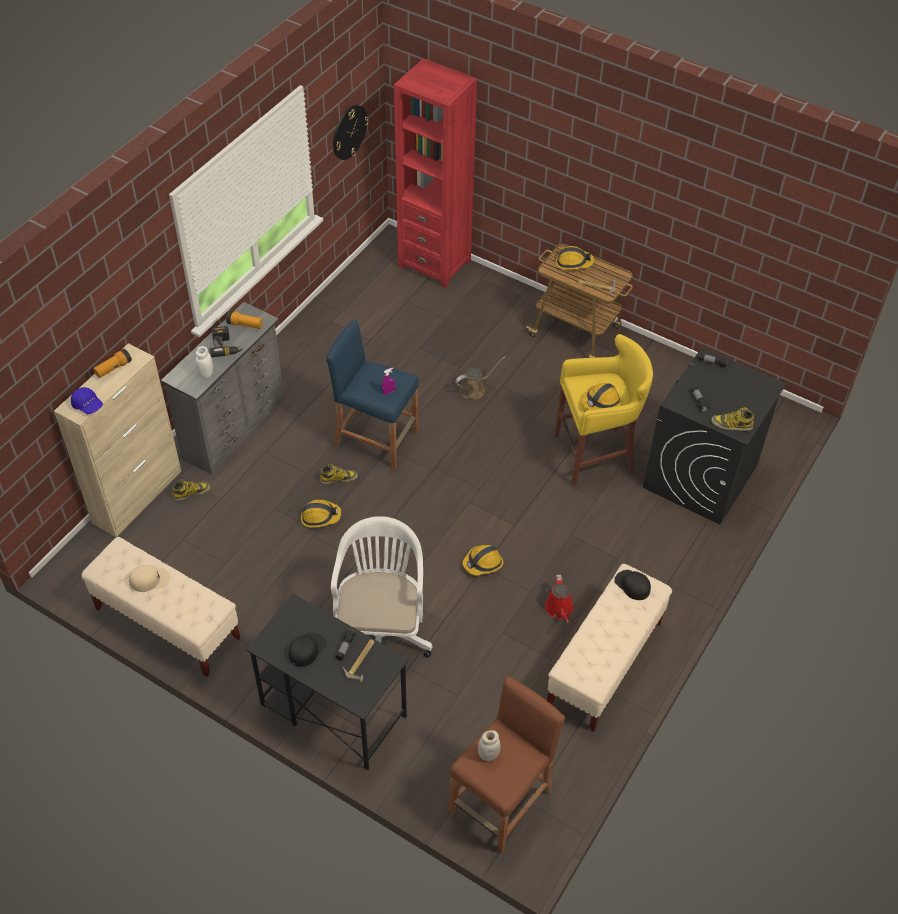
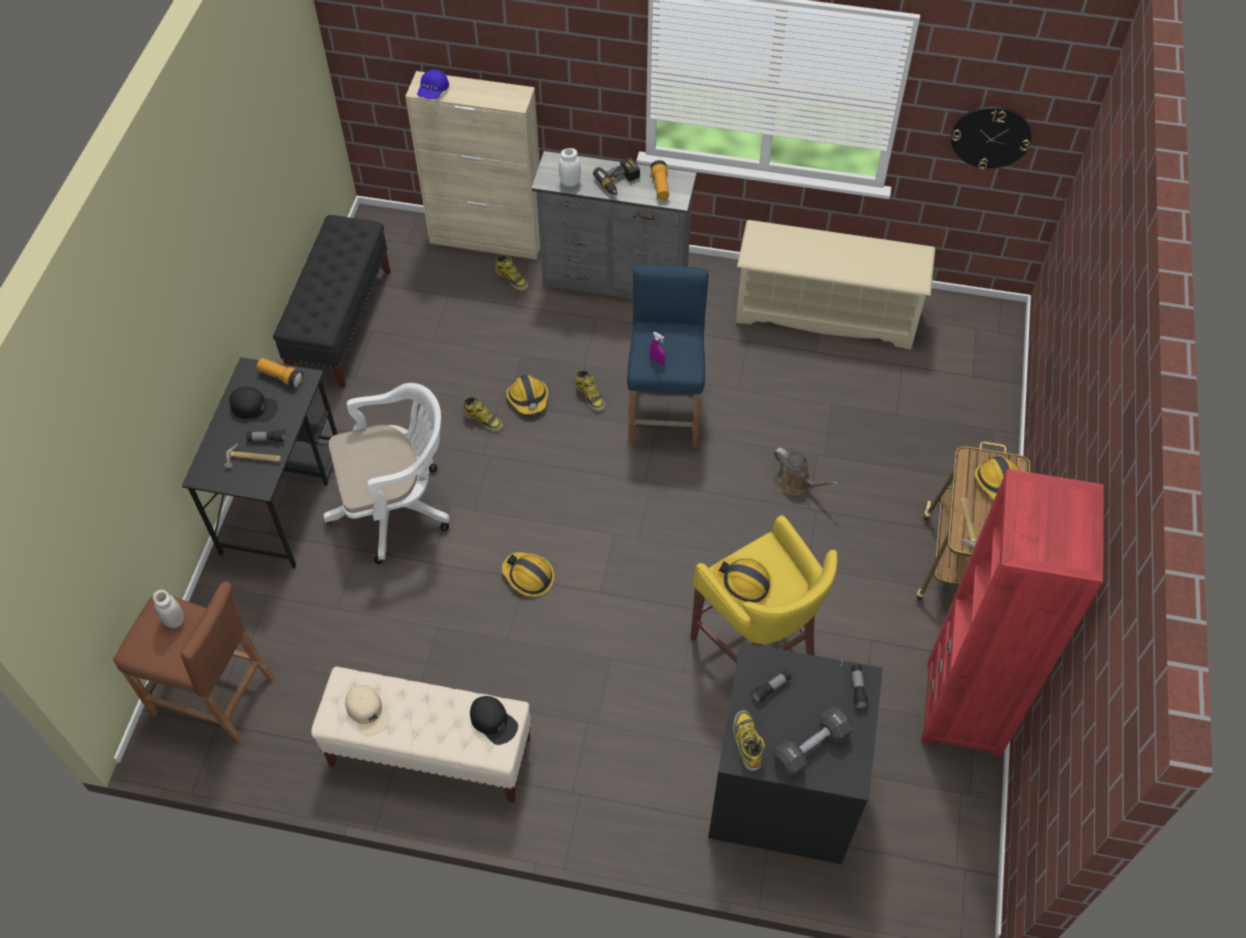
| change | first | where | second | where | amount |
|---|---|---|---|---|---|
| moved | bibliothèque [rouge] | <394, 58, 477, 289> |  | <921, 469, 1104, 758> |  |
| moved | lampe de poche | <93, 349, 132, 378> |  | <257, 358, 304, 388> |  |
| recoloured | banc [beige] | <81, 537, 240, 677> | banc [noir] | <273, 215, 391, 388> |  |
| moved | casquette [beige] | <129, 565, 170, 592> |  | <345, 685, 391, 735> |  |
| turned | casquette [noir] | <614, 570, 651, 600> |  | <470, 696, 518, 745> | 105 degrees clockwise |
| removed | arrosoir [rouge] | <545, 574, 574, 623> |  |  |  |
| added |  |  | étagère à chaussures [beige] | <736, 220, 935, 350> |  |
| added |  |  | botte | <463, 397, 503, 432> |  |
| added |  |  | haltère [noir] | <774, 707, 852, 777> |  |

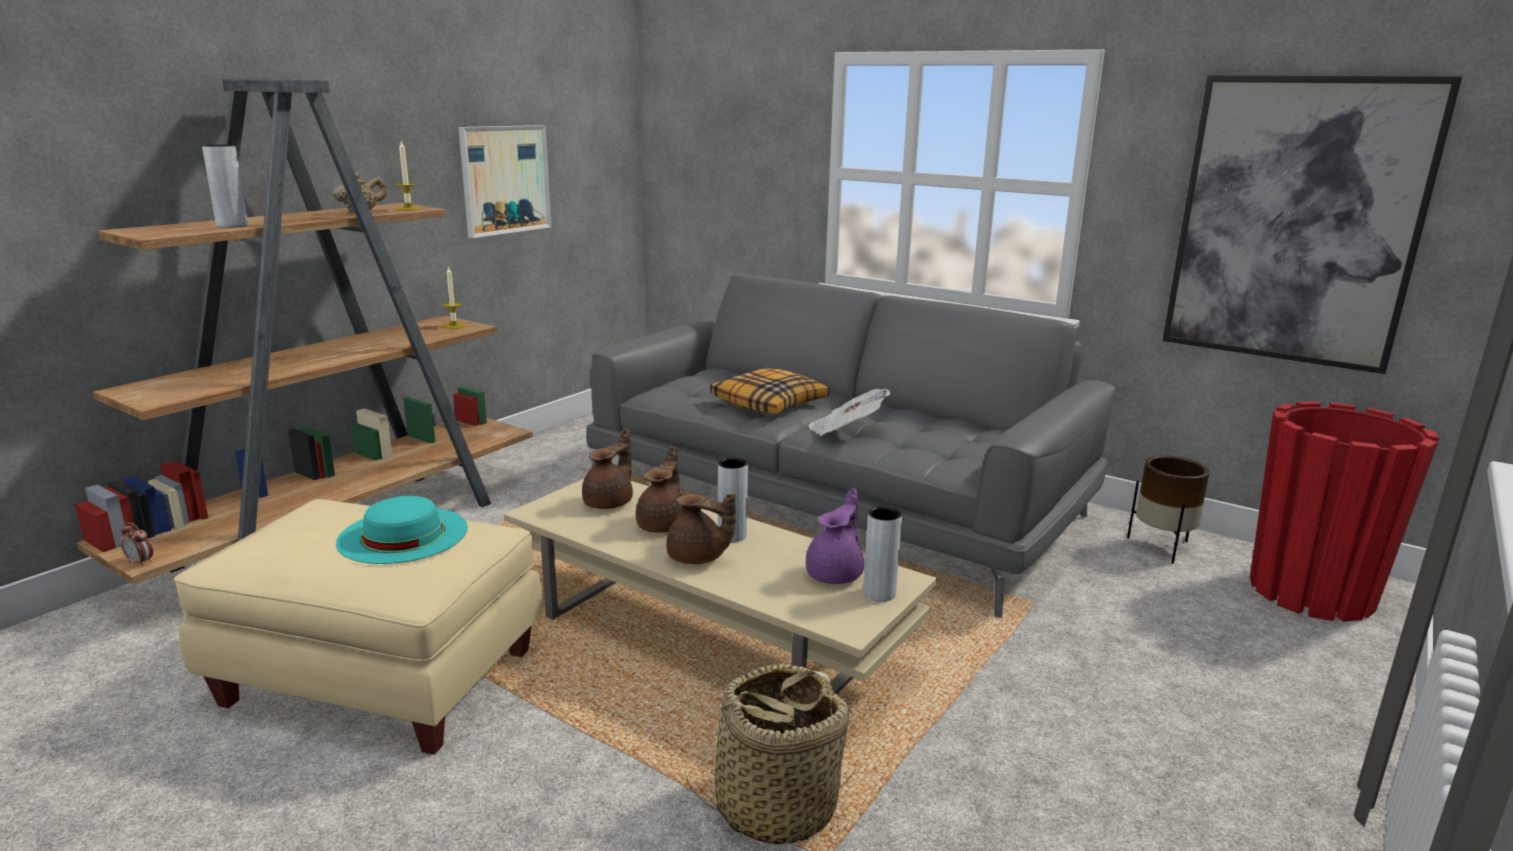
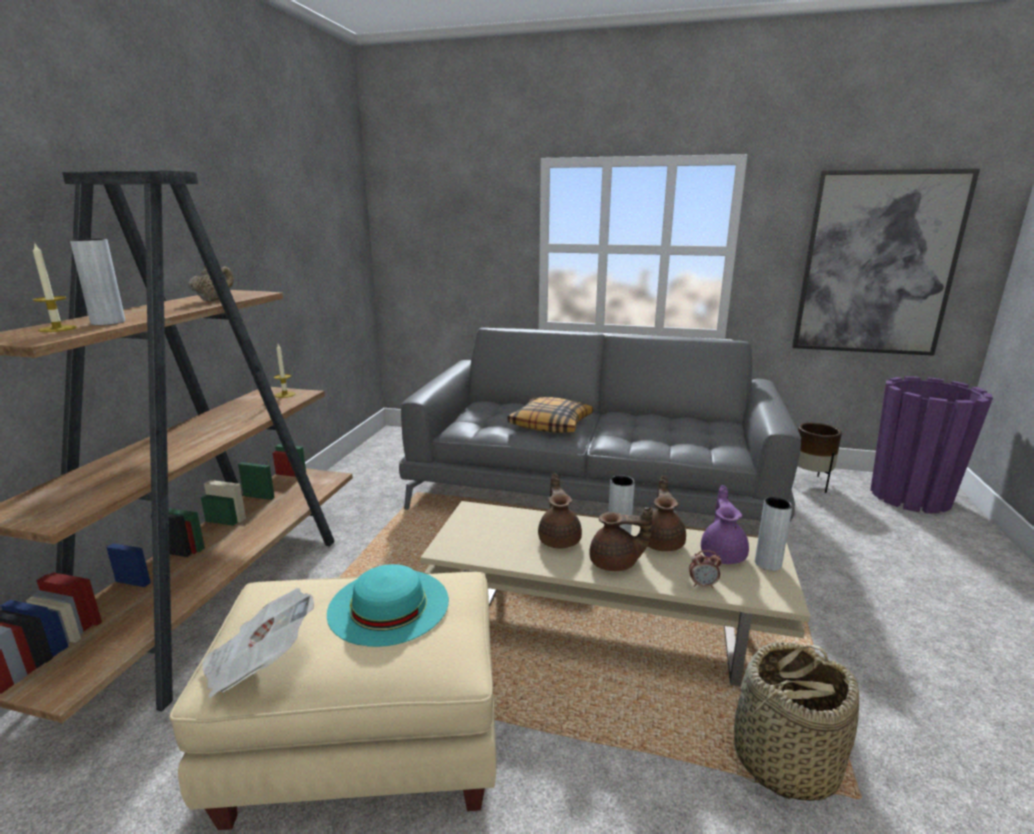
| change | first | where | second | where | amount |
|---|---|---|---|---|---|
| removed | tableau | <458, 125, 551, 238> |  |  |  |
| moved | bougie | <395, 141, 422, 210> |  | <33, 244, 77, 332> |  |
| moved | journal | <808, 388, 890, 436> |  | <202, 588, 314, 698> |  |
| recoloured | cache-pot [rouge] | <1250, 401, 1439, 622> | cache-pot [violet] | <871, 376, 993, 513> |  |
| moved | théière [marron] | <582, 429, 633, 509> |  | <648, 476, 686, 552> |  |
| moved | réveil | <120, 522, 153, 567> |  | <689, 550, 722, 588> |  |

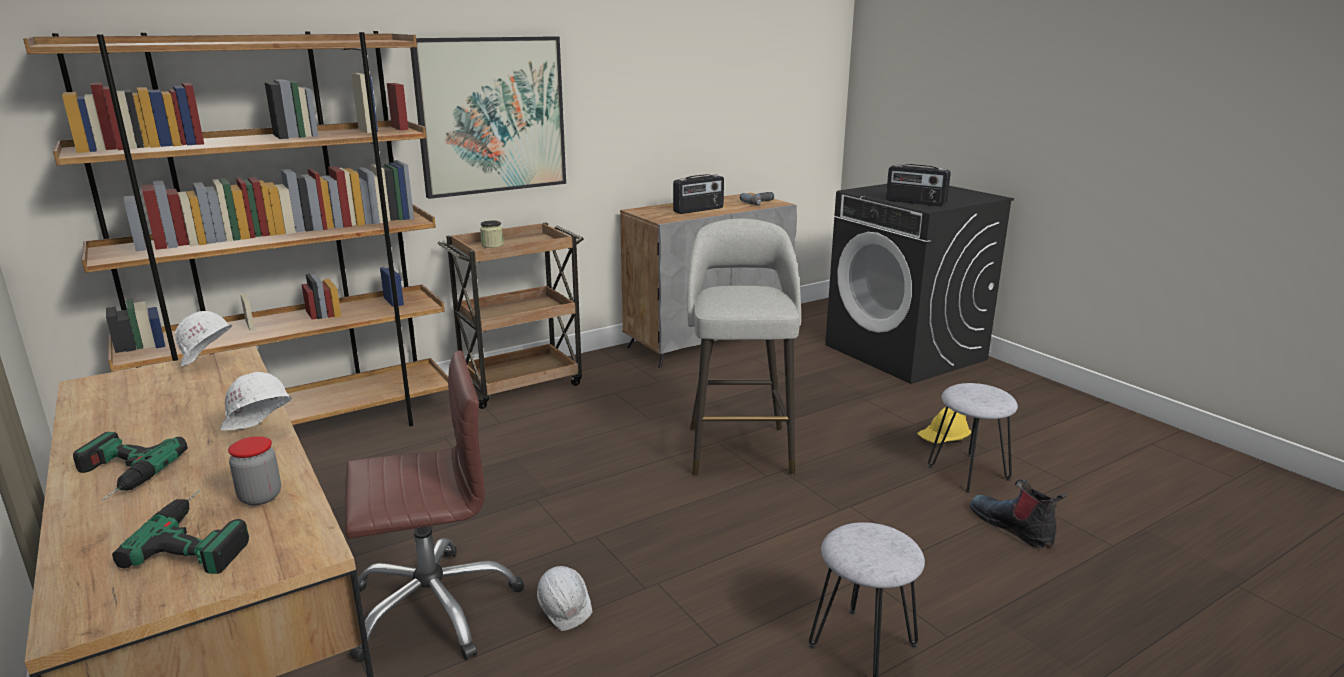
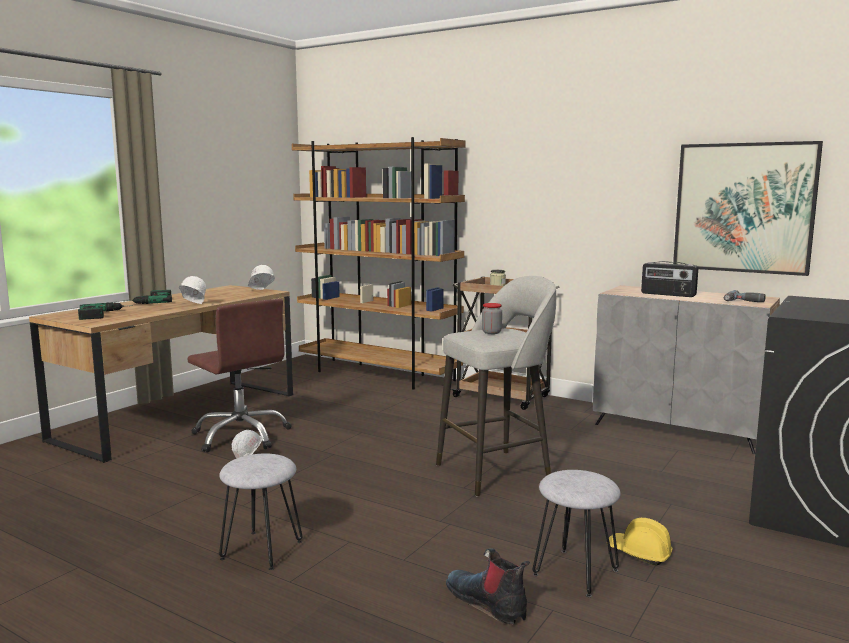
| change | first | where | second | where | amount |
|---|---|---|---|---|---|
| moved | tableau | <410, 36, 566, 199> |  | <673, 141, 823, 276> |  |
| removed | radio | <886, 164, 951, 206> |  |  |  |
| moved | bocal | <228, 436, 281, 505> |  | <482, 303, 502, 334> |  |
| turned | botte | <970, 479, 1067, 549> |  | <446, 548, 530, 624> | 75 degrees counterclockwise |

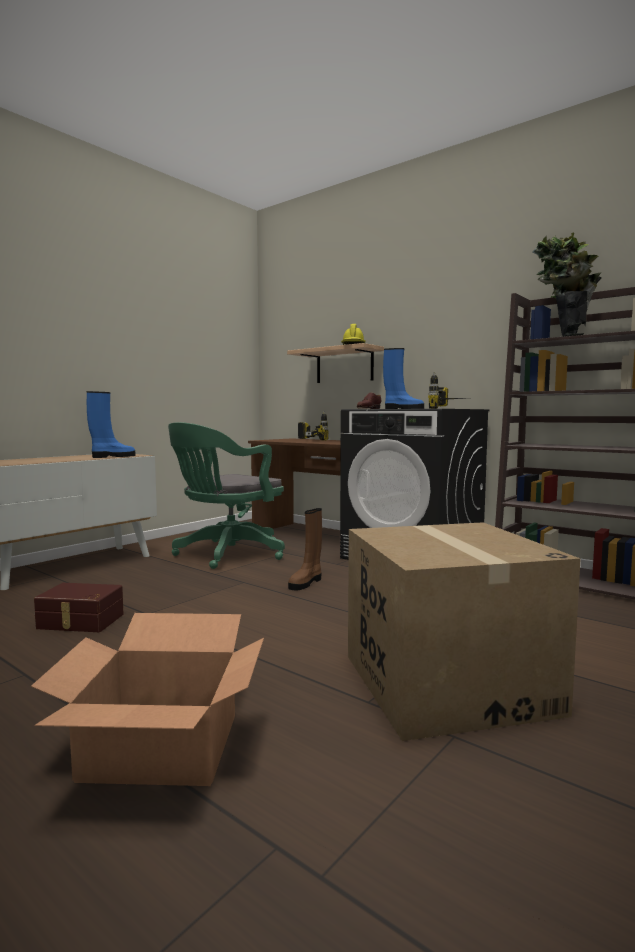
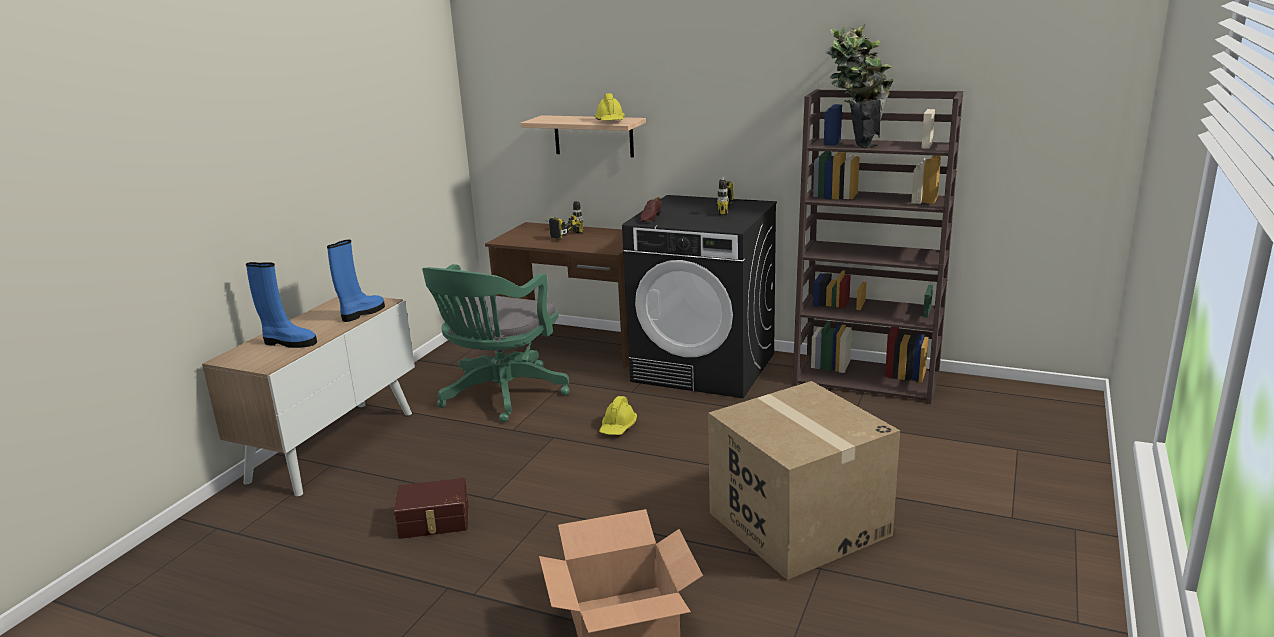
| change | first | where | second | where | amount |
|---|---|---|---|---|---|
| moved | botte [bleu] | <383, 348, 424, 409> |  | <246, 262, 317, 348> |  |
| replaced | botte [marron] | <288, 508, 322, 591> | casque de chantier [jaune] | <599, 396, 637, 435> |  |

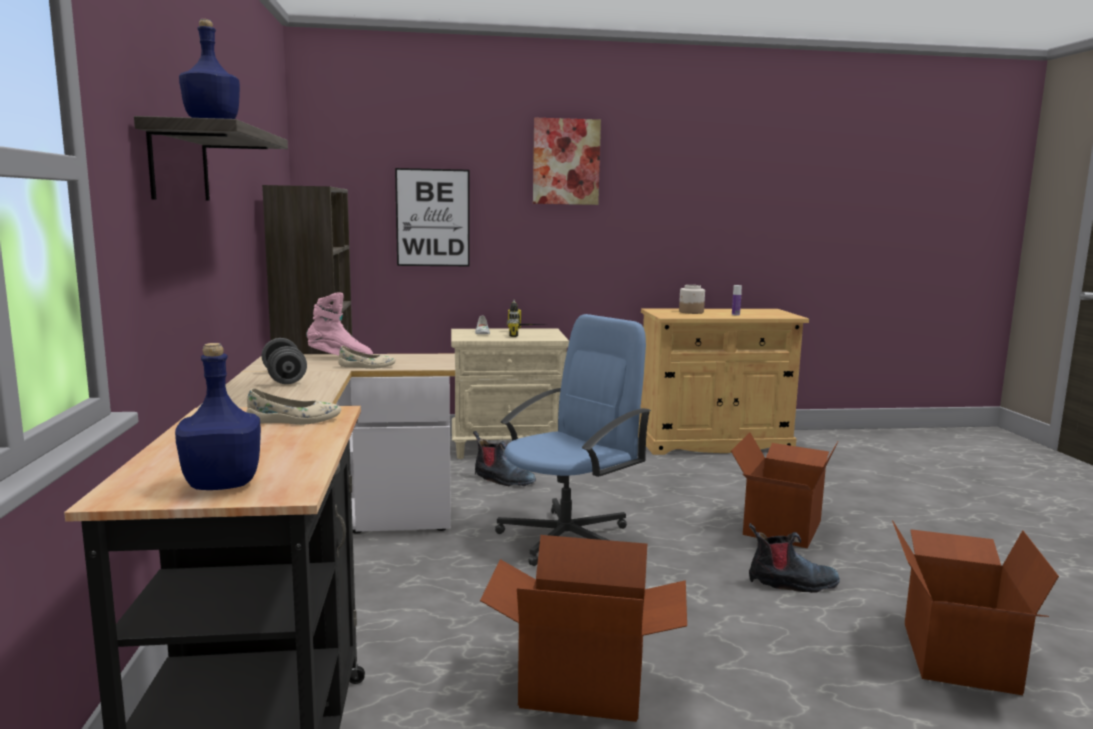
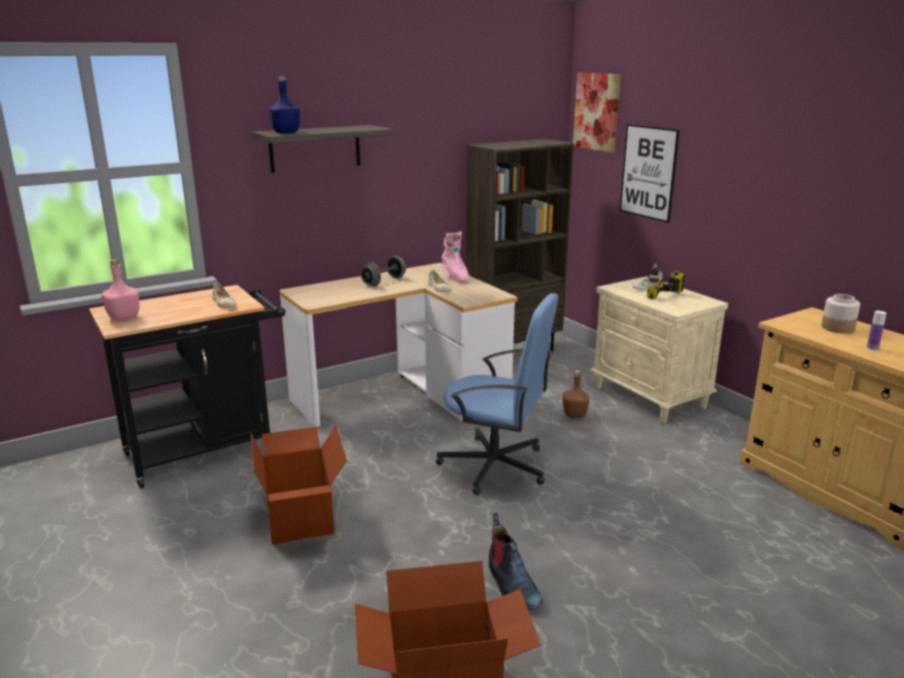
| change | first | where | second | where | amount |
|---|---|---|---|---|---|
| moved | tableau | <533, 118, 601, 205> |  | <573, 73, 621, 153> |  |
| recoloured | bouteille [bleu] | <175, 343, 261, 490> | bouteille [rose] | <101, 260, 139, 320> |  |
| replaced | botte | <473, 431, 536, 486> | bouteille [marron] | <563, 370, 589, 418> |  |
| removed | carton | <731, 432, 838, 548> |  |  |  |

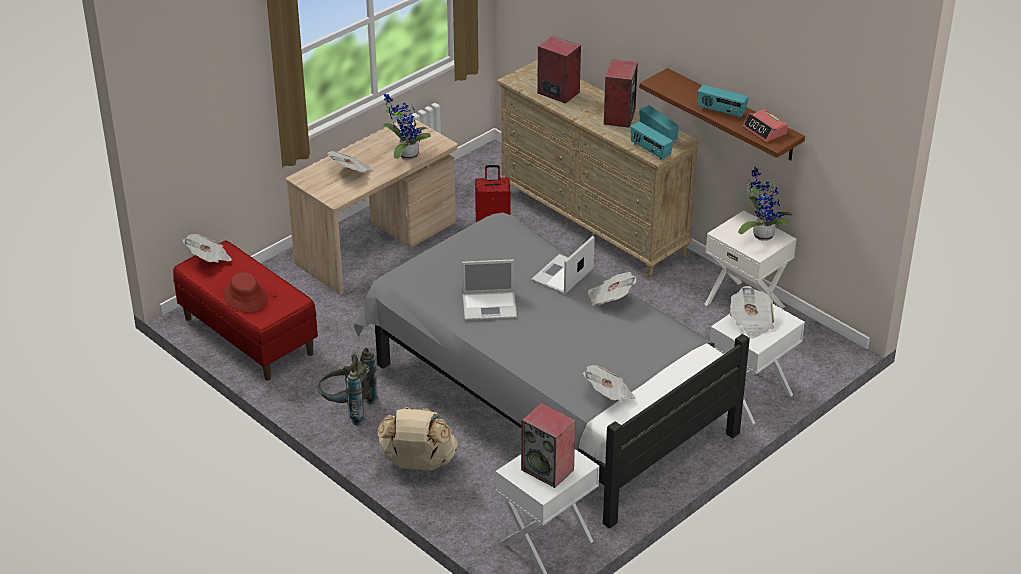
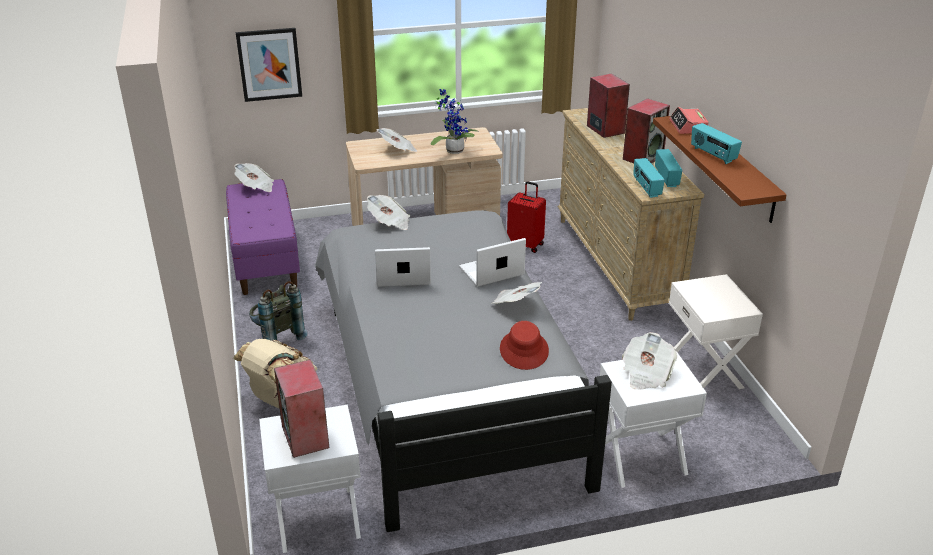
| change | first | where | second | where | amount |
|---|---|---|---|---|---|
| moved | réveil | <743, 109, 788, 142> |  | <669, 107, 709, 134> |  |
| removed | plante en pot | <738, 167, 792, 241> |  |  |  |
| recoloured | banc [rouge] | <173, 241, 318, 380> | banc [violet] | <226, 179, 300, 295> |  |
| turned | ordinateur portable | <462, 259, 517, 320> |  | <375, 247, 431, 287> | 150 degrees clockwise |
| moved | chapeau [rouge] | <223, 272, 267, 313> |  | <500, 321, 549, 370> |  |
| moved | journal | <583, 365, 635, 401> |  | <367, 195, 410, 230> |  |
| added |  |  | tableau | <236, 28, 302, 102> |  |

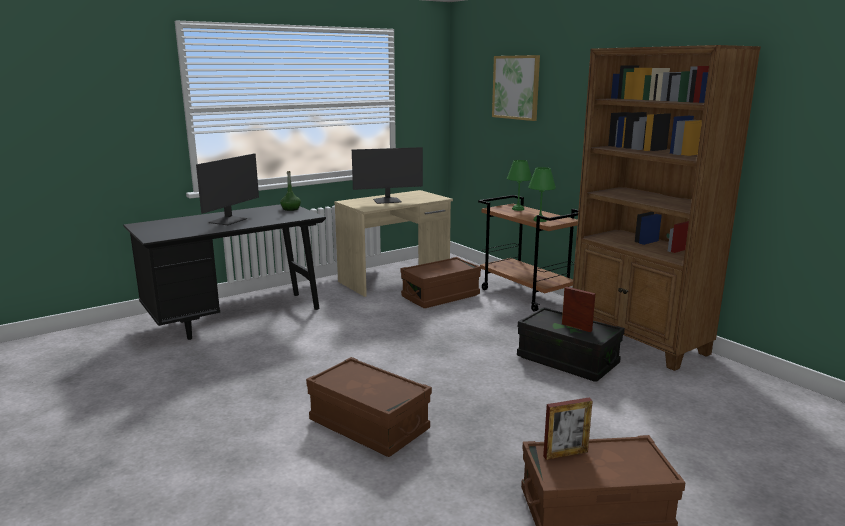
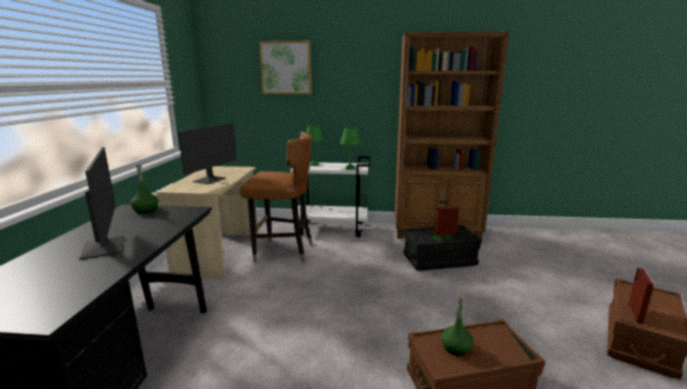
| change | first | where | second | where | amount |
|---|---|---|---|---|---|
| recoloured | chariot [marron] | <478, 195, 578, 312> | chariot [blanc] | <287, 156, 371, 238> |  |
| replaced | boîte de rangement [marron] | <400, 257, 481, 308> | chaise [marron] | <240, 132, 312, 263> |  |
| added |  |  | bouteille [vert] | <441, 296, 473, 356> |  |

